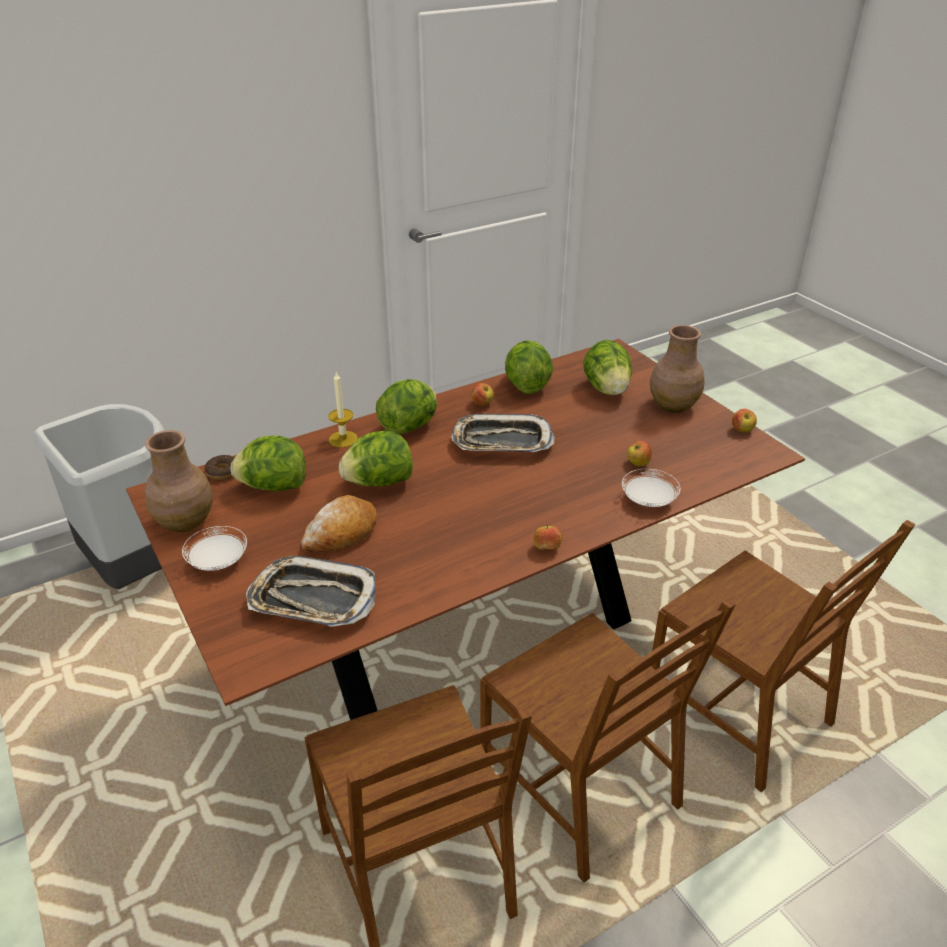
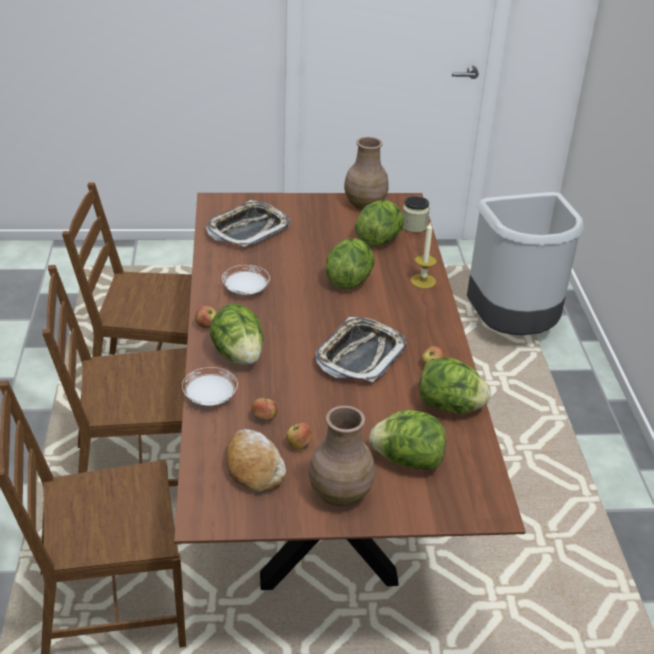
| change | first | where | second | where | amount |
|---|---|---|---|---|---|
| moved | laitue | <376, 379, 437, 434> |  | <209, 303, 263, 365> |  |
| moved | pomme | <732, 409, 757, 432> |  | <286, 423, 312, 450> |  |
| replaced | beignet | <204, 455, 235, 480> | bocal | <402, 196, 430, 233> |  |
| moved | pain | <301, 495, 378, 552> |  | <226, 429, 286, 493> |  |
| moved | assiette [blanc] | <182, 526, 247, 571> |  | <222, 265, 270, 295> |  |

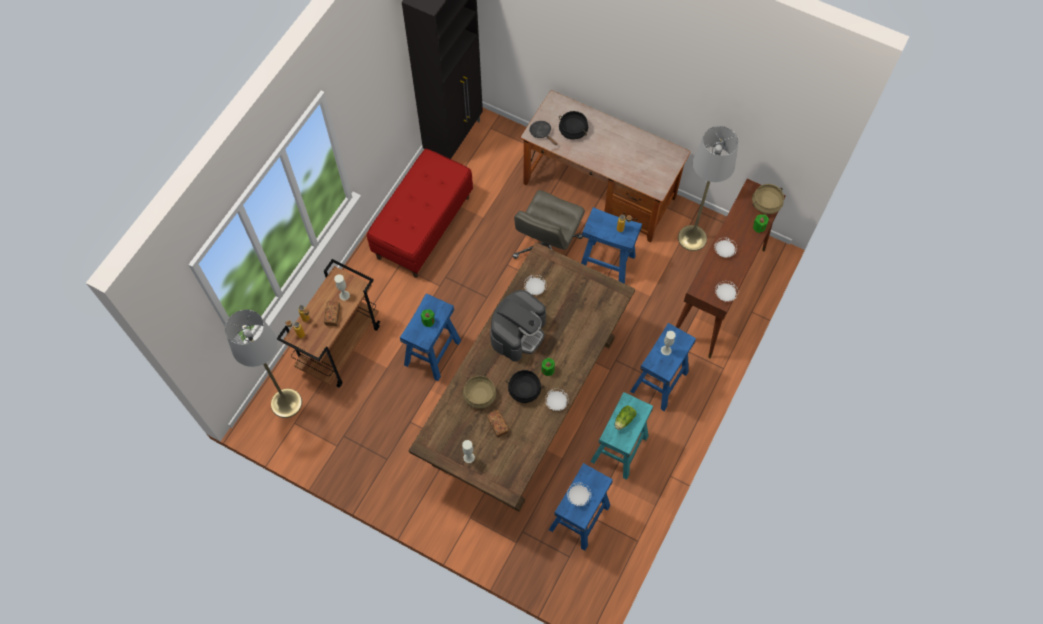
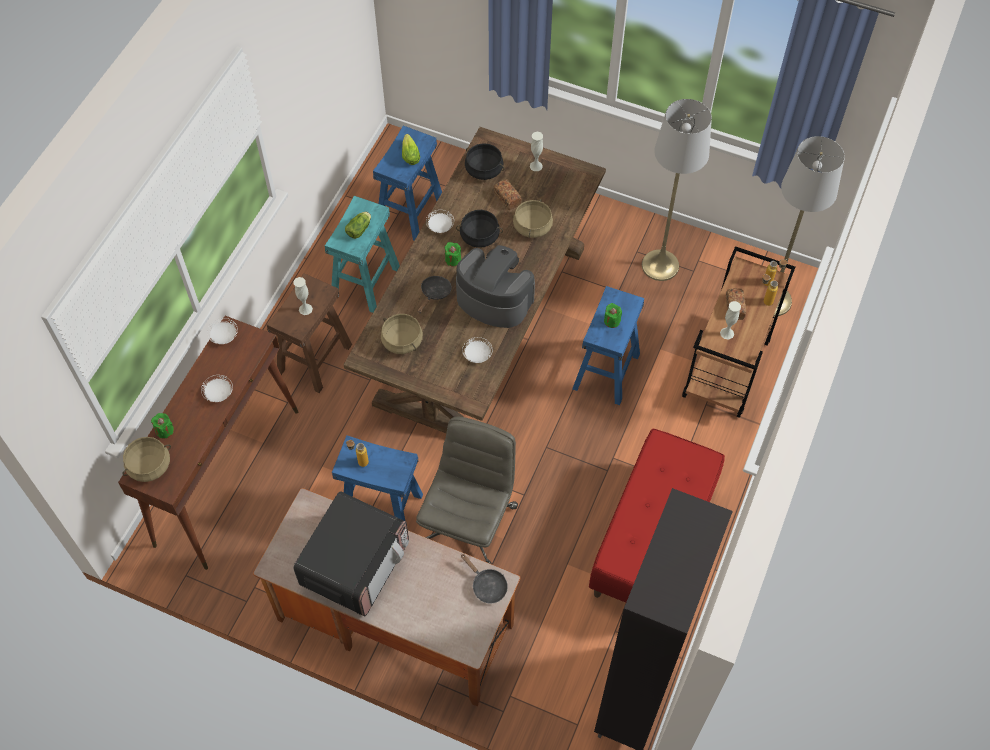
| change | first | where | second | where | amount |
|---|---|---|---|---|---|
| moved | marmite [noir] | <559, 111, 588, 140> |  | <465, 143, 505, 180> |  |
| moved | lampadaire [gris] | <678, 126, 738, 251> |  | <642, 99, 712, 281> |  |
| turned | machine à café | <490, 290, 546, 362> |  | <456, 245, 535, 328> | 90 degrees clockwise |
| recoloured | tabouret [bleu] | <630, 323, 696, 411> | tabouret [marron] | <267, 273, 352, 393> |  |
| replaced | assiette [blanc] | <567, 483, 591, 506> | laitue | <402, 134, 420, 165> |  |
| added |  |  | poêle [noir] | <418, 276, 452, 313> |  |
| added |  |  | marmite [beige] | <381, 314, 423, 354> |  |
| added |  |  | micro-ondes | <293, 491, 409, 617> |  |

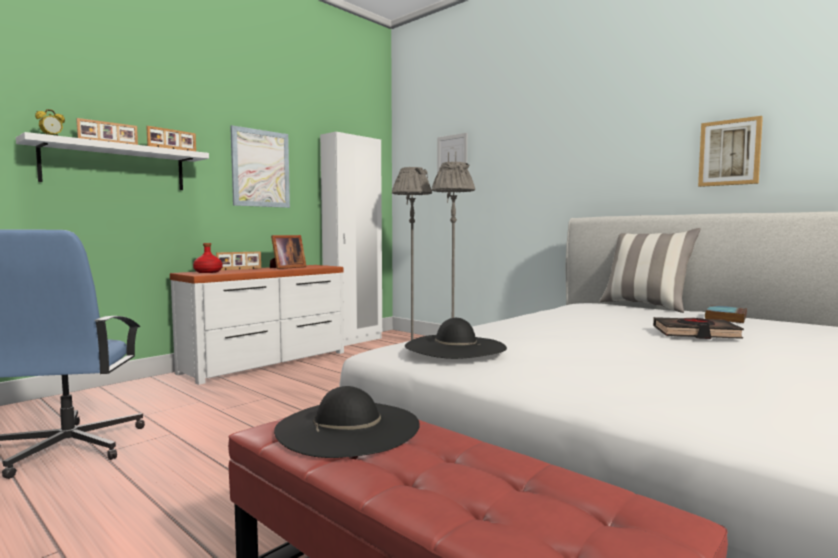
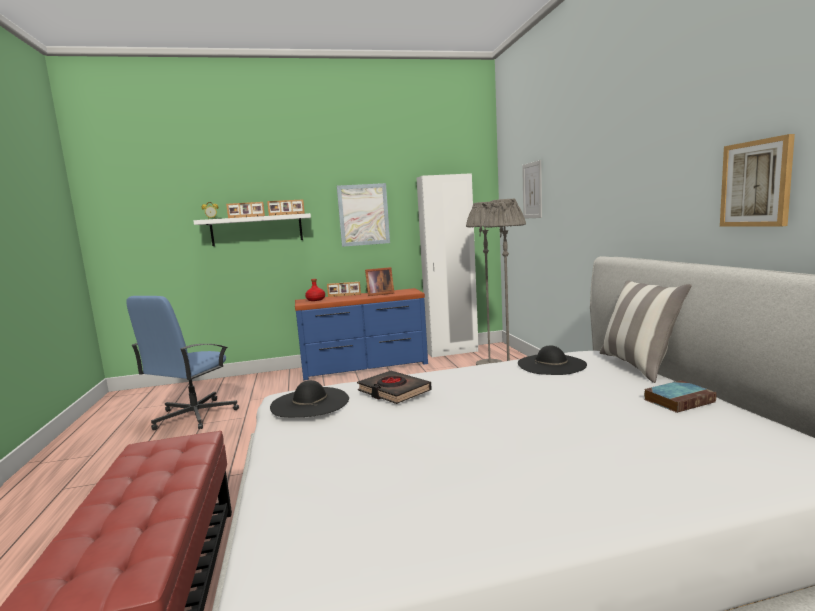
| change | first | where | second | where | amount |
|---|---|---|---|---|---|
| recoloured | commode [blanc] | <170, 265, 344, 385> | commode [bleu] | <295, 288, 428, 380> |  |
| moved | livre [noir] | <653, 317, 744, 339> |  | <357, 371, 432, 404> |  |
| moved | chapeau [noir] | <274, 386, 420, 458> |  | <518, 345, 587, 375> |  |

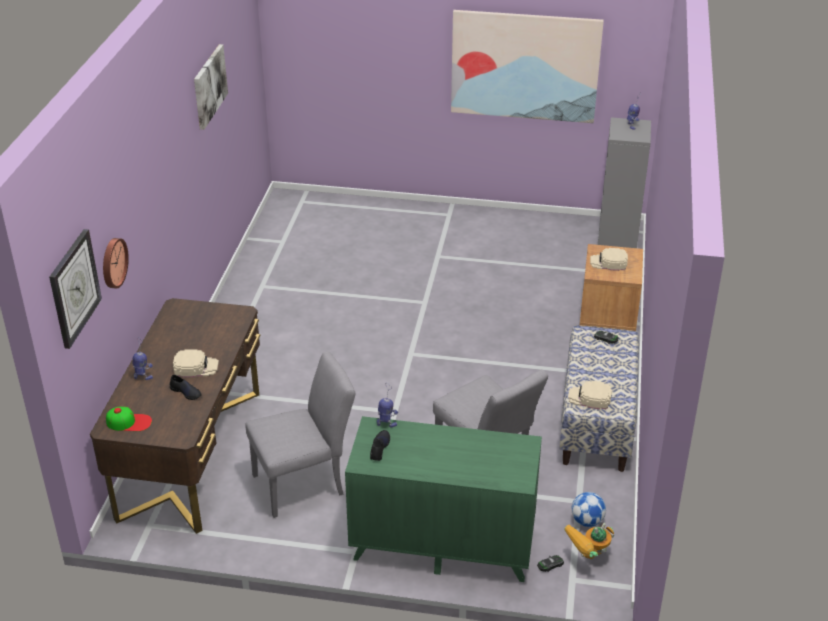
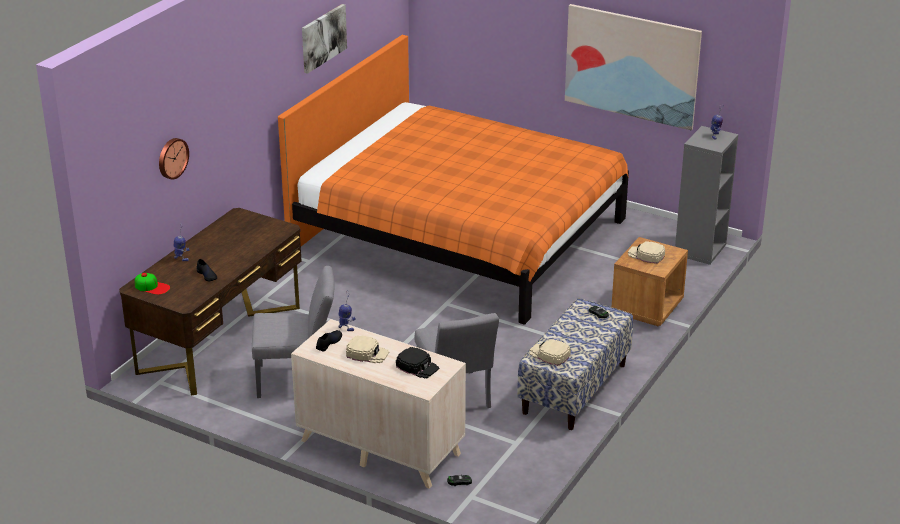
| change | first | where | second | where | amount |
|---|---|---|---|---|---|
| removed | horloge murale | <49, 229, 102, 349> |  |  |  |
| moved | casquette [beige] | <173, 349, 219, 377> |  | <346, 335, 389, 363> |  |
| recoloured | commode [vert] | <345, 416, 542, 582> | commode [beige] | <291, 319, 466, 489> |  |
| removed | ballon de foot | <571, 492, 606, 527> |  |  |  |
| removed | robot jouet | <564, 523, 614, 559> |  |  |  |
| added |  |  | lit [orange] | <278, 35, 629, 325> |  |
| added |  |  | casquette [noir] | <396, 347, 439, 379> |  |

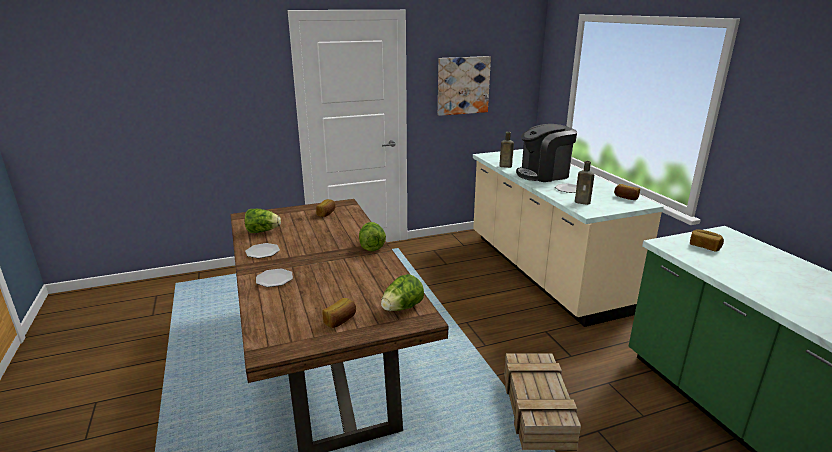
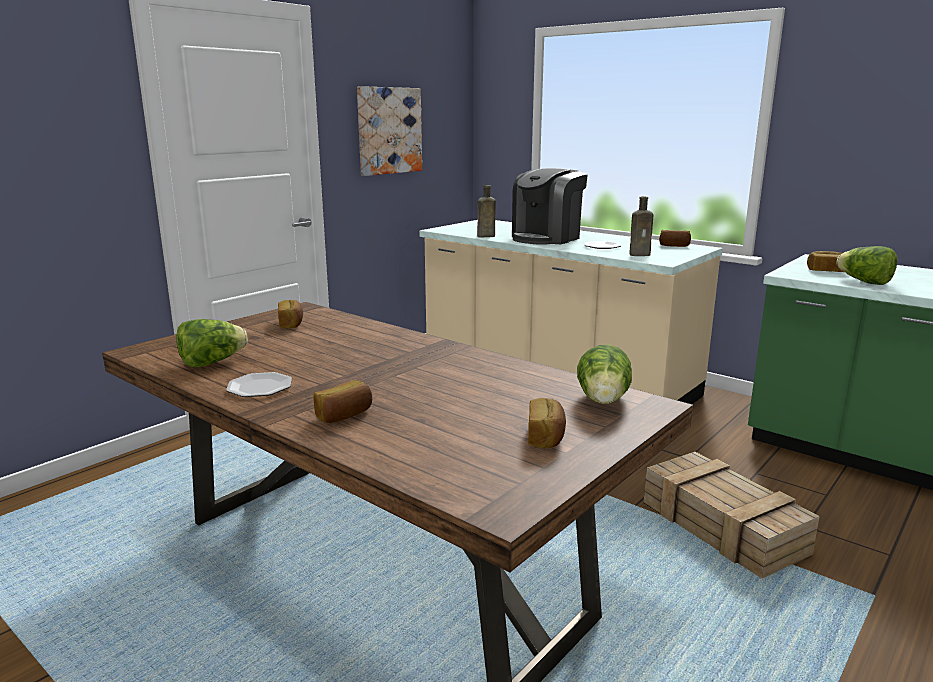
| change | first | where | second | where | amount |
|---|---|---|---|---|---|
| moved | laitue | <359, 222, 386, 251> |  | <836, 246, 897, 285> |  |
| replaced | assiette | <256, 268, 293, 287> | pain | <313, 380, 372, 423> |  |

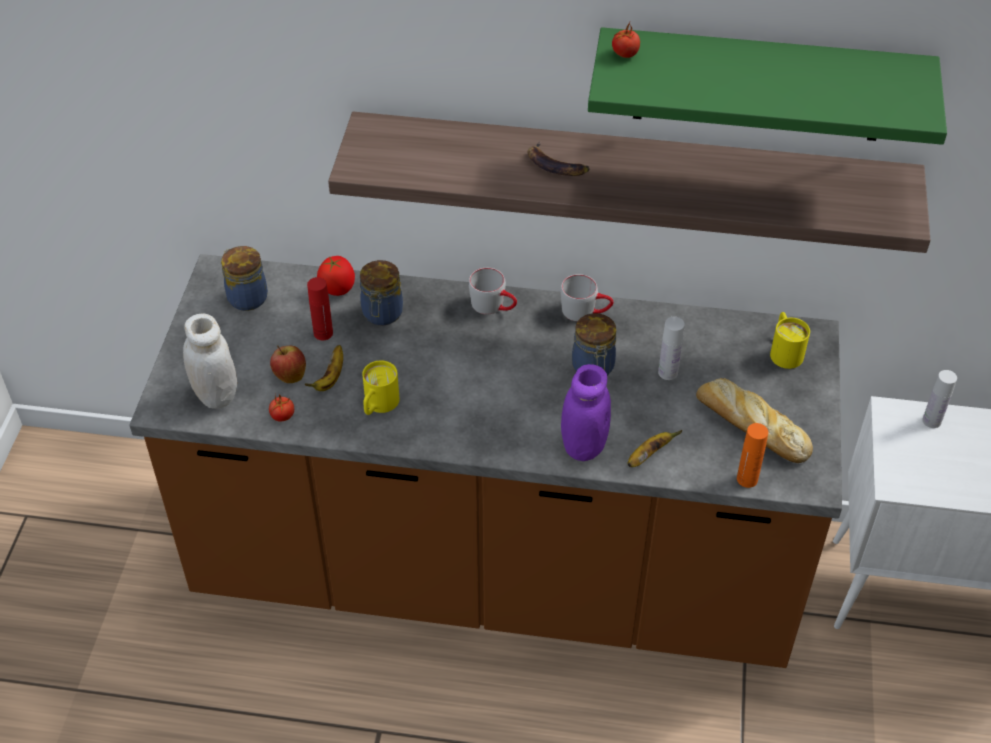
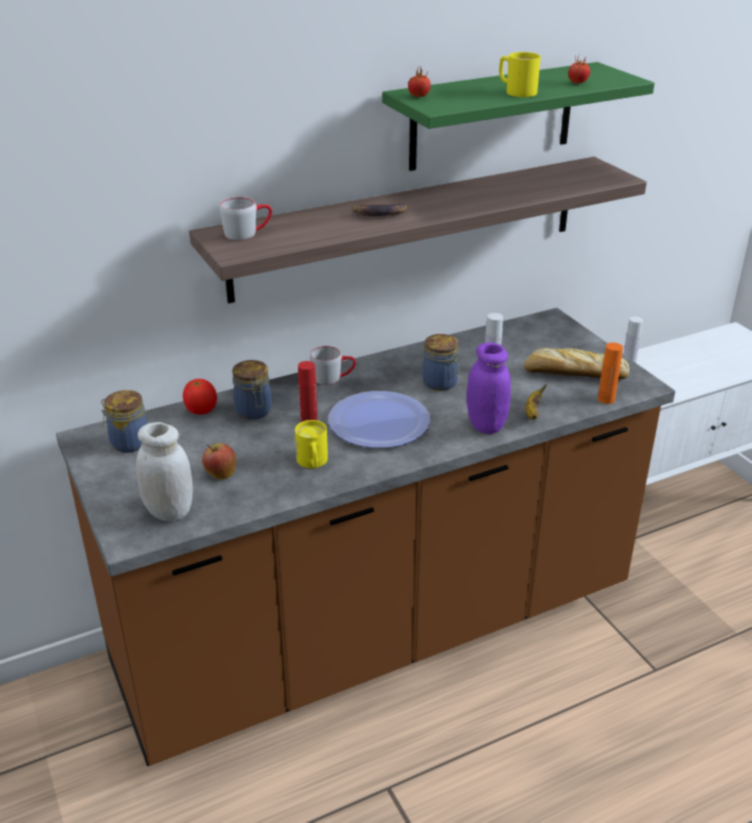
| change | first | where | second | where | amount |
|---|---|---|---|---|---|
| moved | mug [gris] | <560, 274, 613, 321> |  | <220, 197, 272, 240> |  |
| moved | bouteille [rouge] | <307, 277, 333, 340> |  | <298, 361, 318, 422> |  |
| moved | mug [jaune] | <770, 312, 810, 369> |  | <499, 52, 541, 97> |  |
| removed | banane | <305, 345, 343, 391> |  |  |  |
| moved | tomate | <269, 393, 294, 422> |  | <568, 55, 590, 84> |  |
| added |  |  | assiette | <328, 391, 430, 448> |  |

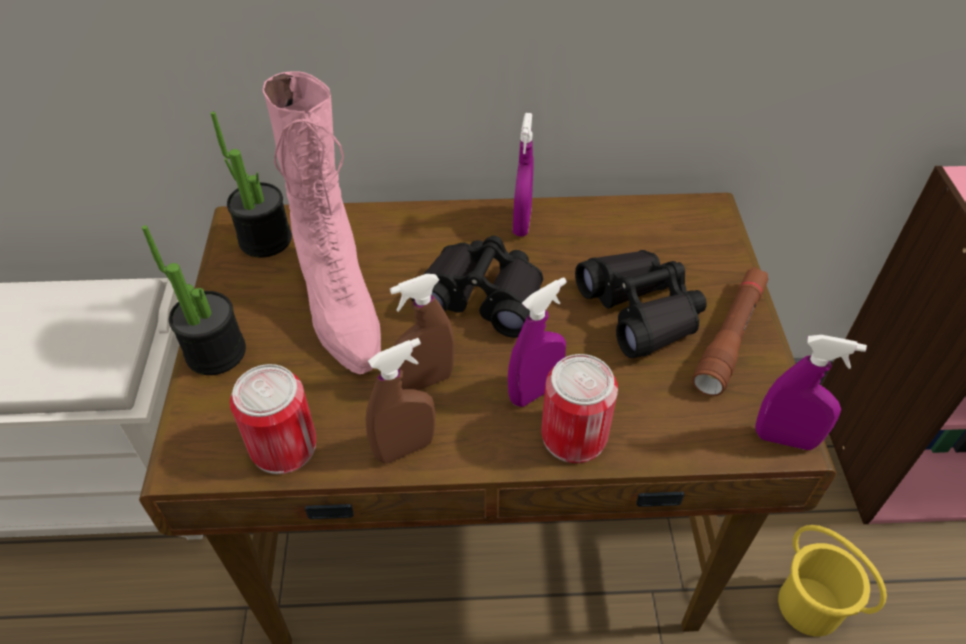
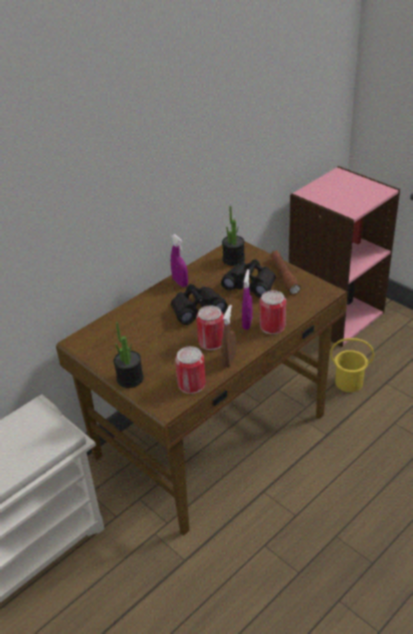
| change | first | where | second | where | amount |
|---|---|---|---|---|---|
| removed | botte [rose] | <263, 71, 381, 374> |  |  |  |
| moved | plante en pot | <210, 112, 292, 258> |  | <222, 206, 245, 266> |  |
| replaced | vaporisateur [marron] | <390, 274, 454, 390> | boîte métallique | <196, 305, 224, 350> |  |
| removed | vaporisateur [violet] | <755, 335, 867, 450> |  |  |  |

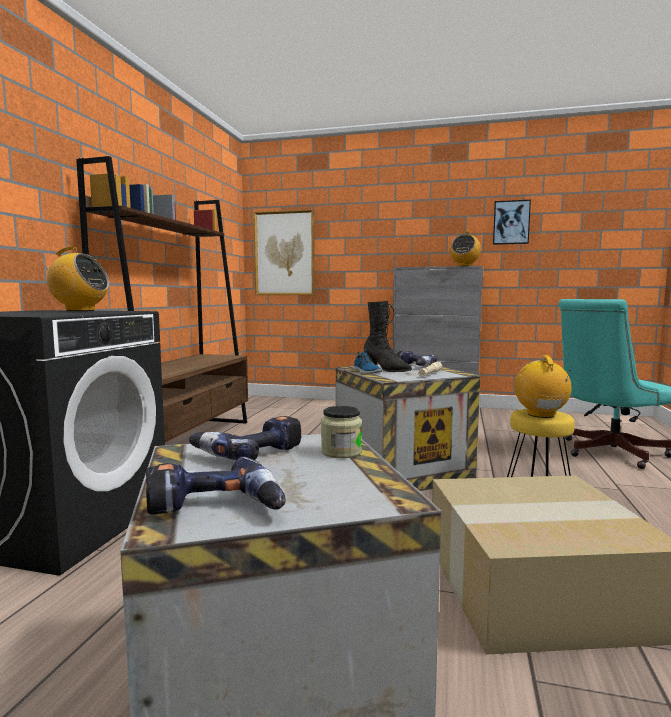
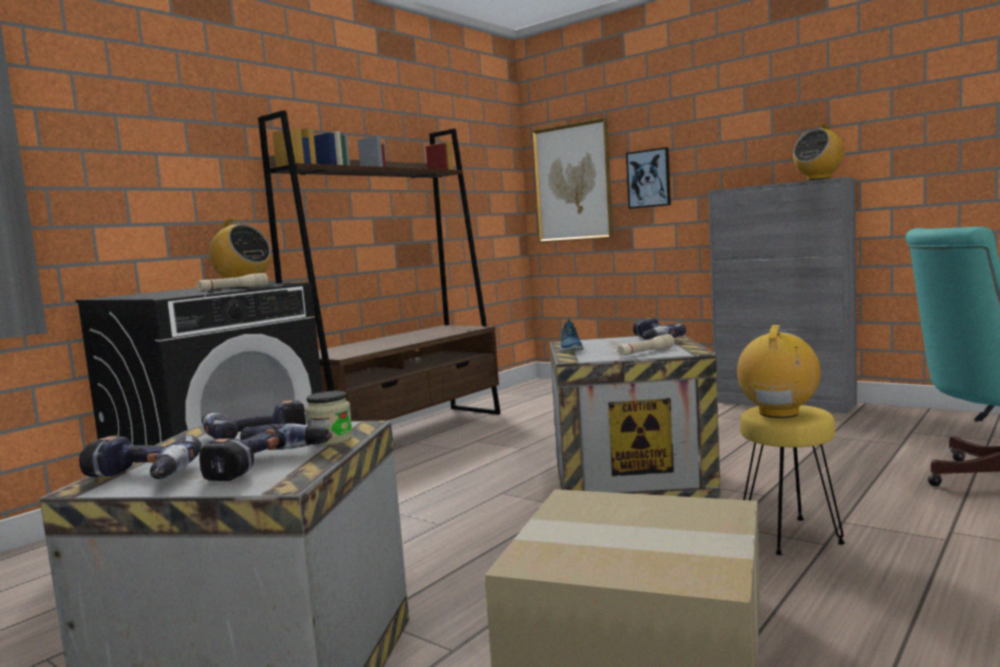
| change | first | where | second | where | amount |
|---|---|---|---|---|---|
| moved | tableau | <493, 200, 531, 245> |  | <626, 147, 671, 209> |  |
| removed | botte [noir] | <364, 301, 412, 372> |  |  |  |
| added |  |  | lampe de poche [beige] | <197, 273, 268, 291> |  |
| added |  |  | perceuse | <199, 423, 332, 481> |  |

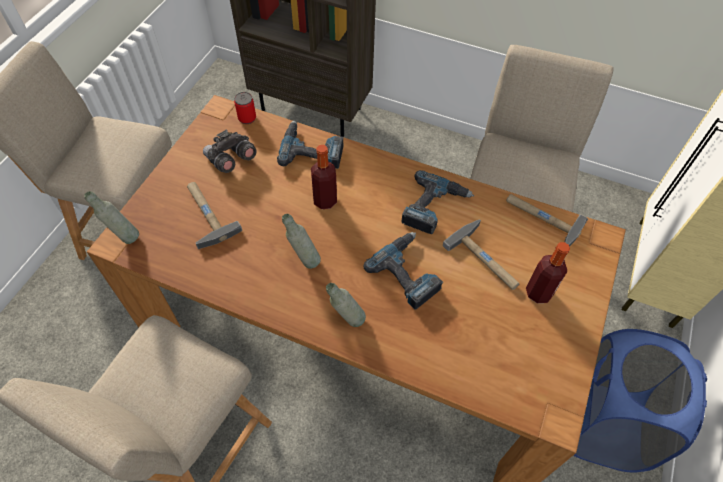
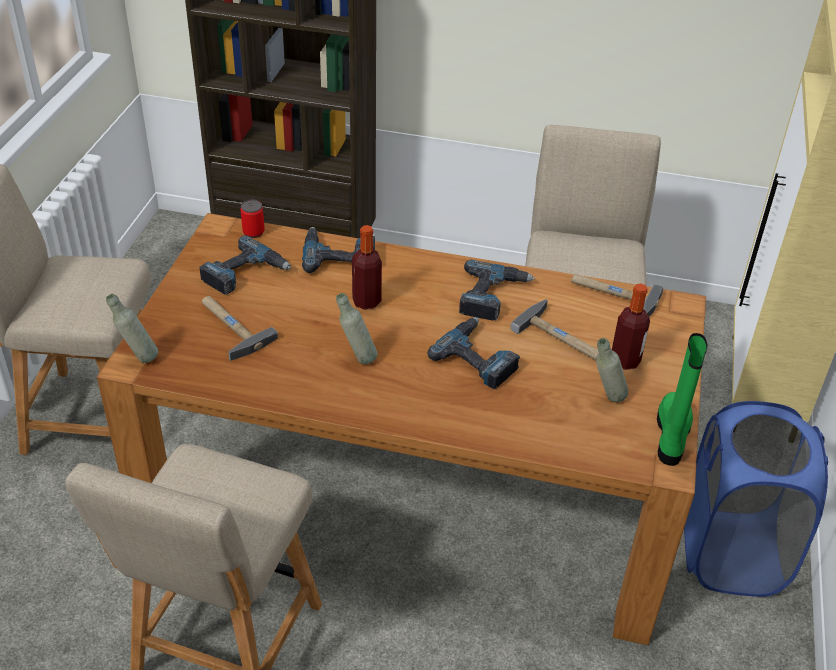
| change | first | where | second | where | amount |
|---|---|---|---|---|---|
| replaced | jumelles [gris] | <203, 129, 257, 173> | perceuse | <199, 236, 291, 295> |  |
| moved | bouteille [gris] | <326, 283, 366, 327> |  | <596, 338, 628, 402> |  |
| added |  |  | botte [vert] | <657, 333, 708, 466> |  |

